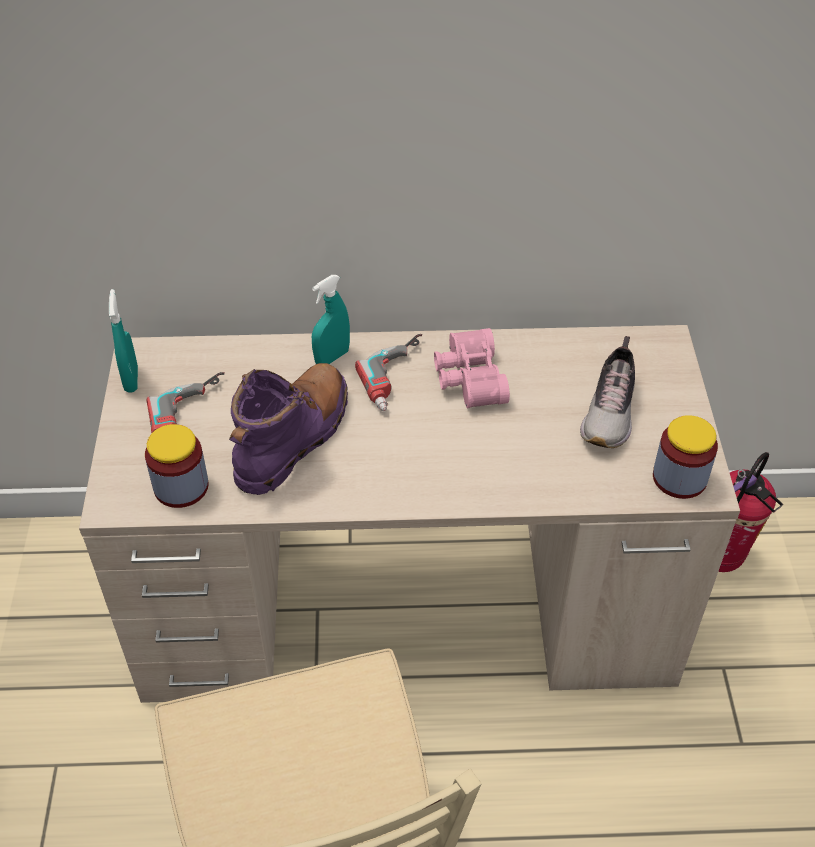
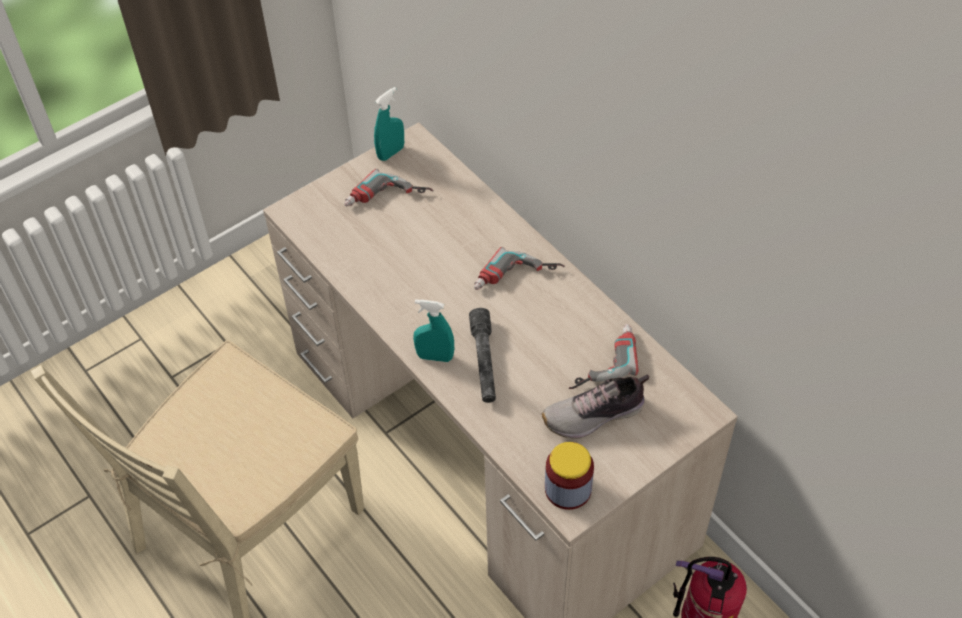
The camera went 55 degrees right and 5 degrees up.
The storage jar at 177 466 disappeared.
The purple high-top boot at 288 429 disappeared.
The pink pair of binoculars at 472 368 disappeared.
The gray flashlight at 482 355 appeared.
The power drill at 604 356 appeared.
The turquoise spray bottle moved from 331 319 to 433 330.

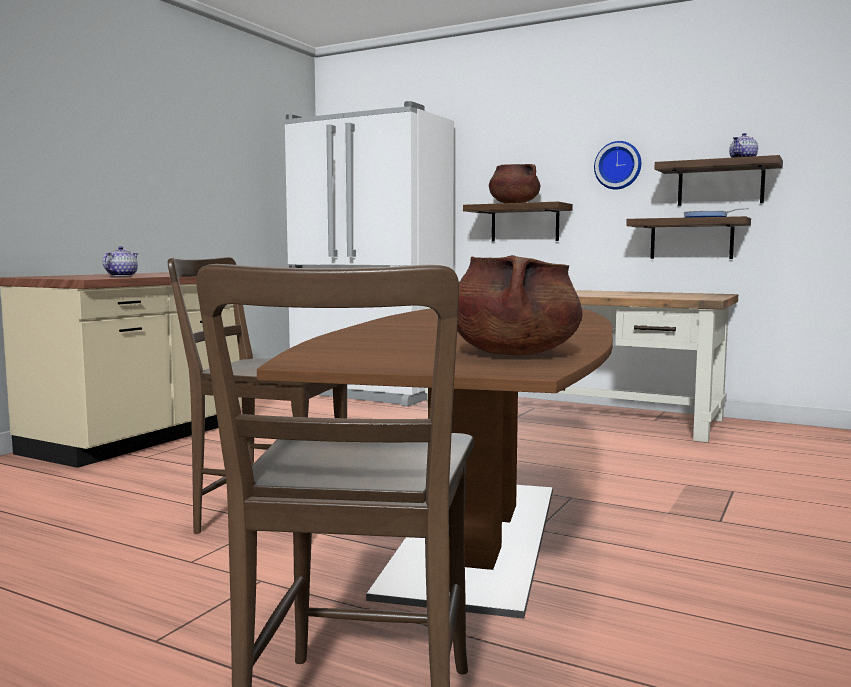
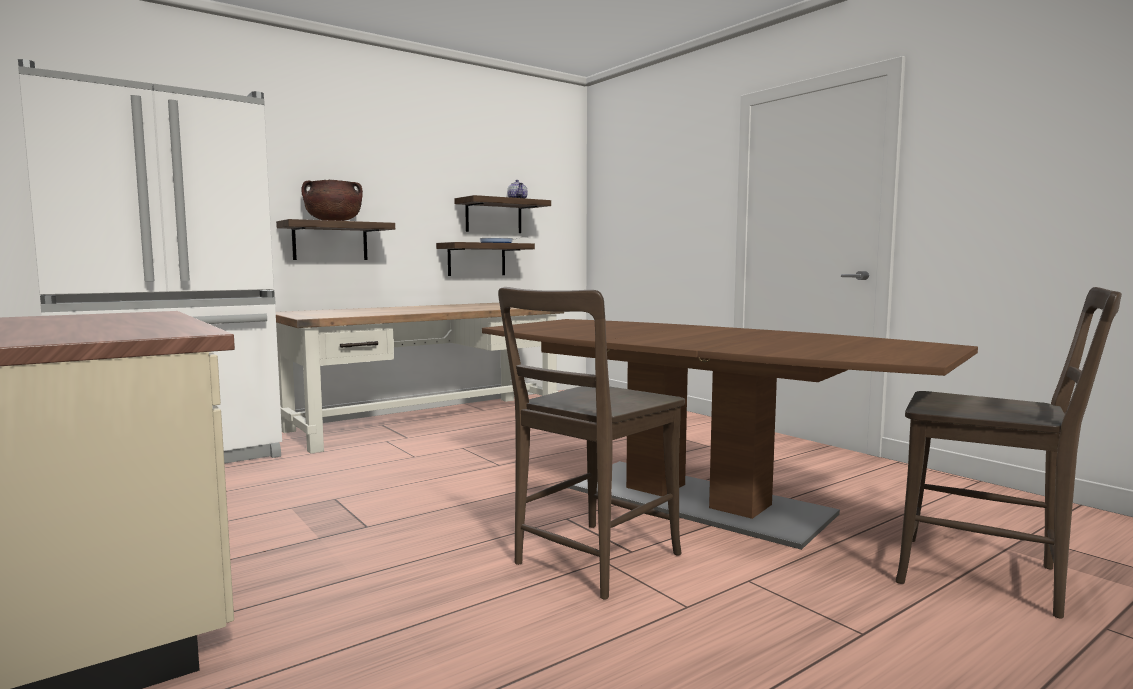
The camera went 65 degrees left and 0 degrees up.
The teapot at 120 261 disappeared.
The brownish cooking pot at 519 305 disappeared.
The wall clock at 617 165 disappeared.

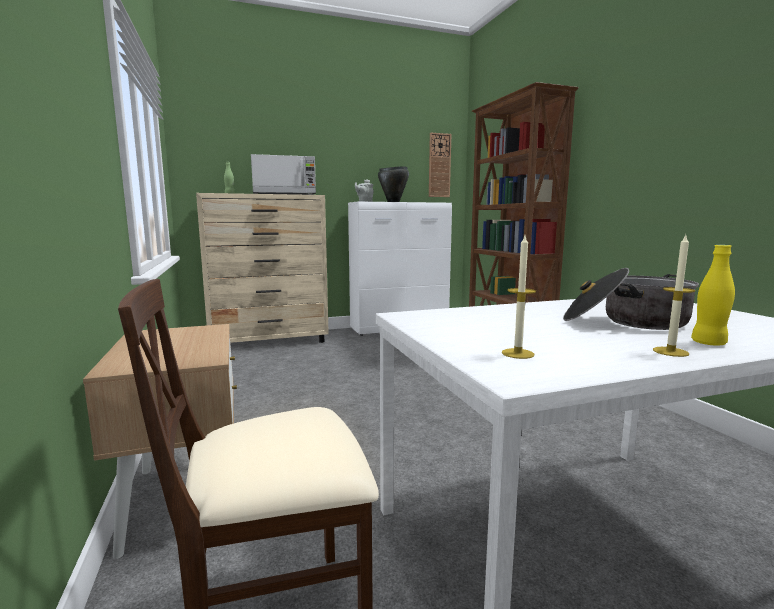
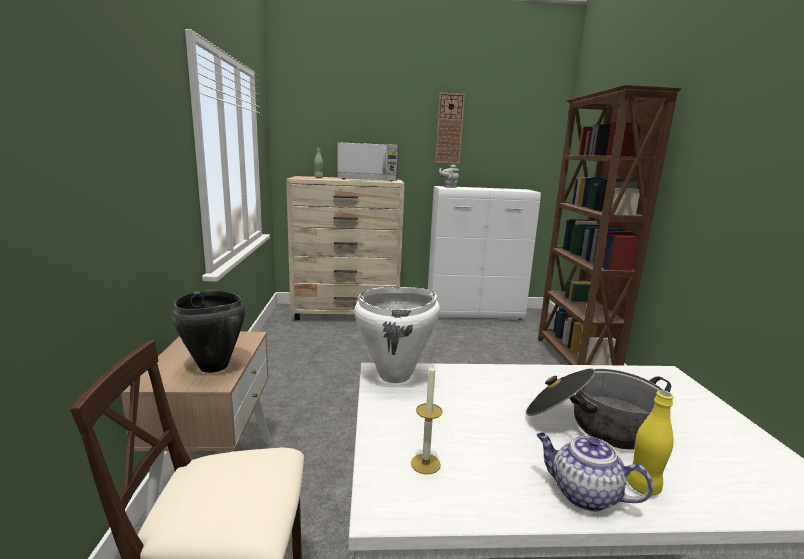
The camera went 15 degrees right and 5 degrees up.
The white-coloured cooking pot at 397 335 appeared.
The black cooking pot moved from 393 184 to 208 331.
The wall clock moved from 440 165 to 450 128.
The candle at 674 296 was replaced by the teapot at 595 472.

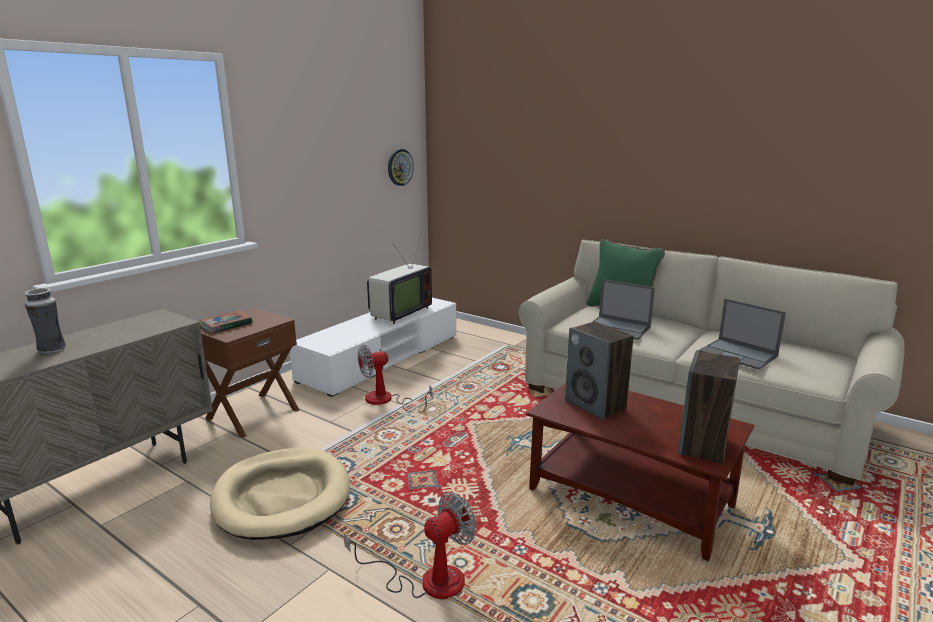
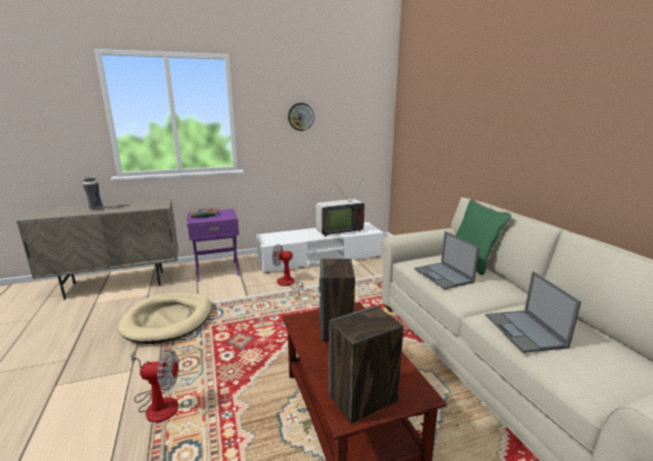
The camera went 35 degrees right and 0 degrees up.
The wall clock moved from 401 167 to 301 117.
The brownish bedside table at 250 373 became the purple bedside table at 213 245.

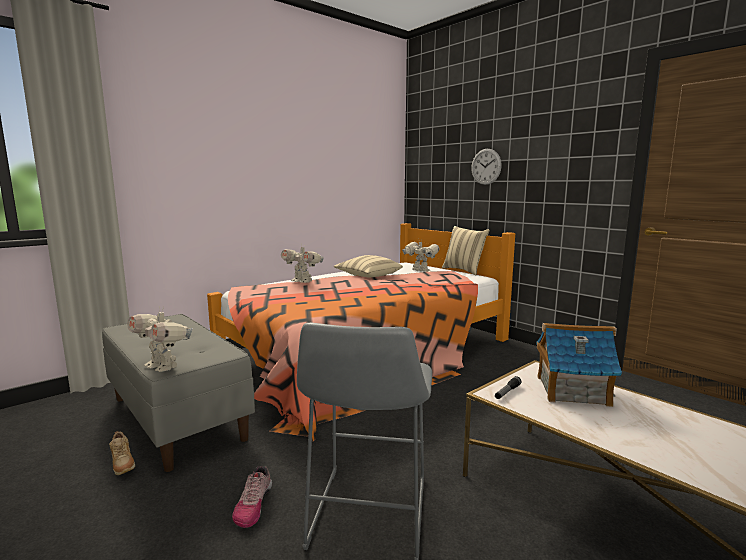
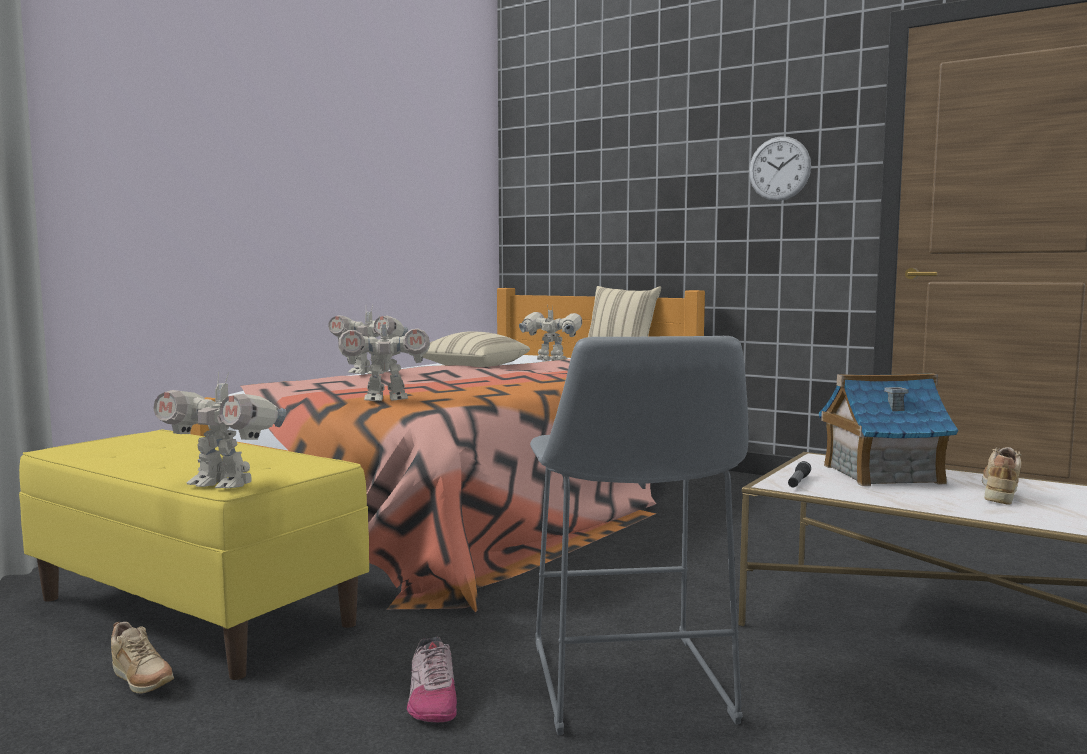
The camera went 15 degrees left and 5 degrees down.
The model robot at 384 358 appeared.
The beige item of footwear at 1002 475 appeared.
The wall clock moved from 486 167 to 780 168.
The gray indoor bench at 178 393 became the yellow-coloured indoor bench at 194 554.

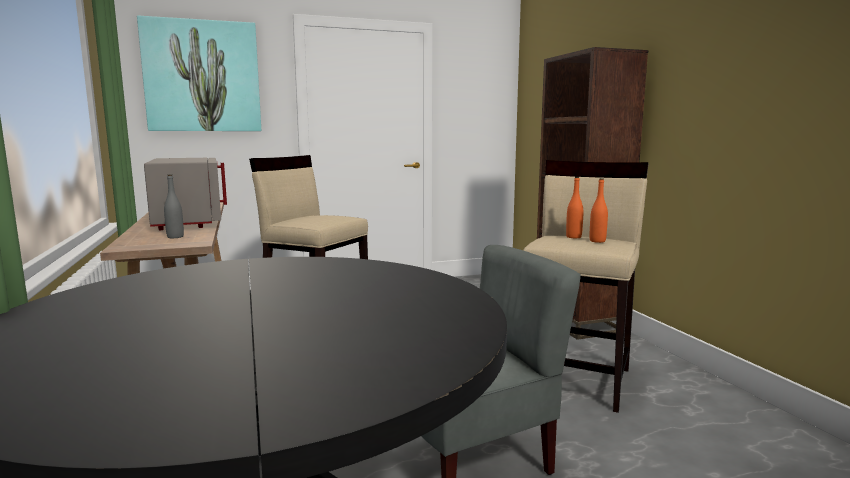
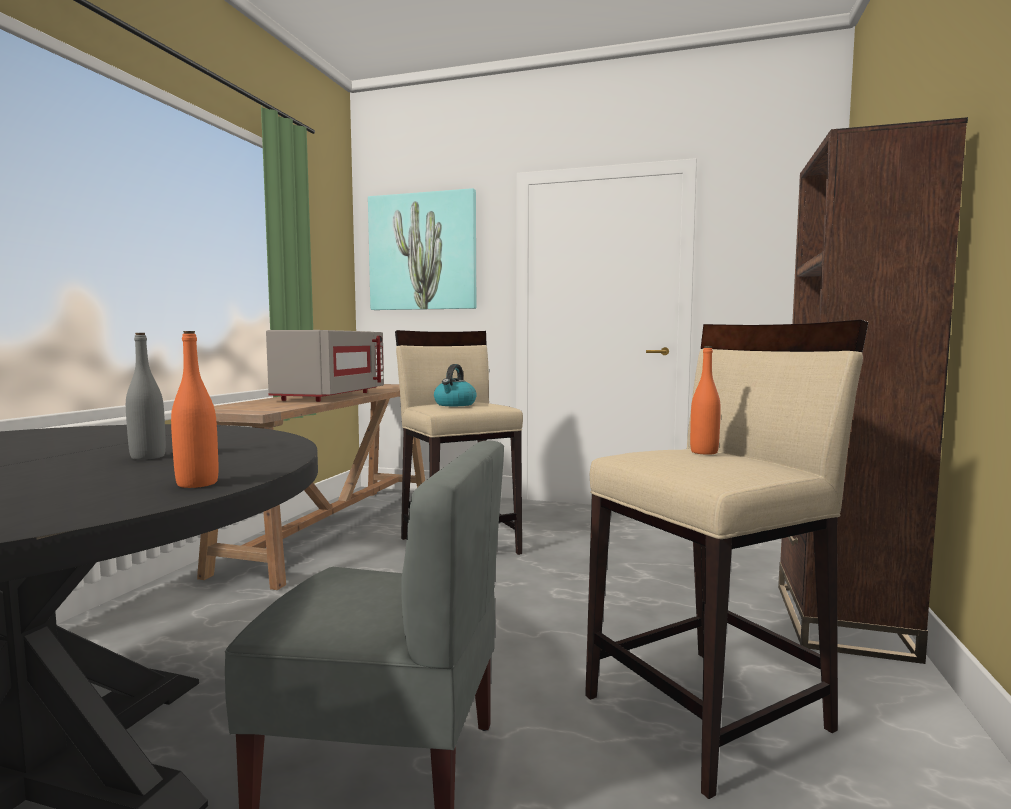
The camera went 35 degrees right and 5 degrees down.
The kettle at 455 385 appeared.
The gray beverage bottle moved from 174 206 to 146 396.
The orange-coloured beverage bottle moved from 599 210 to 194 409.

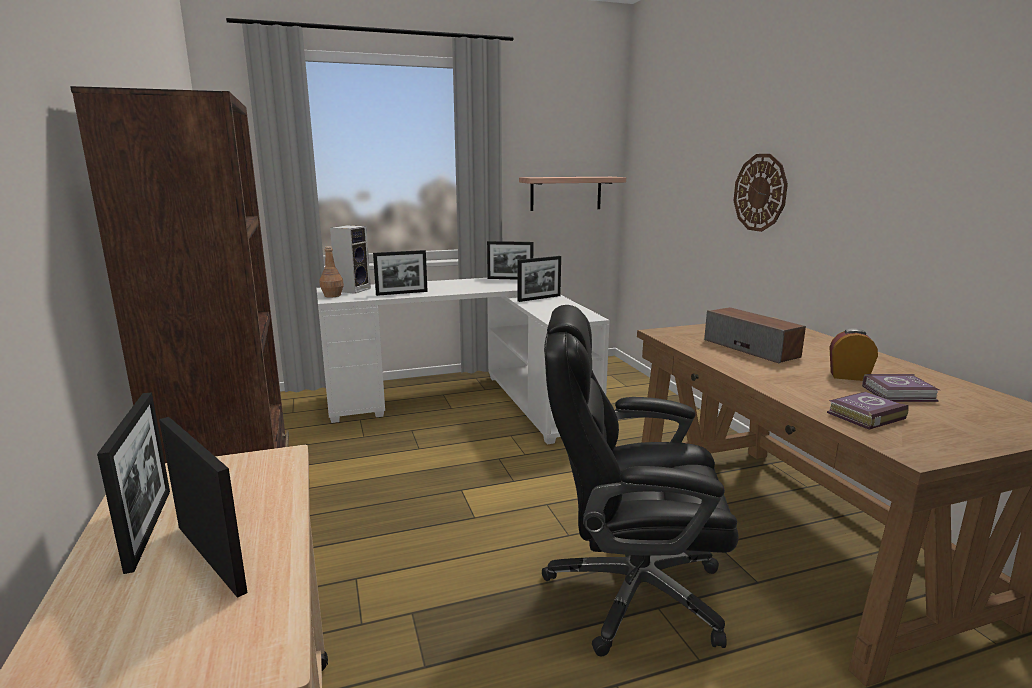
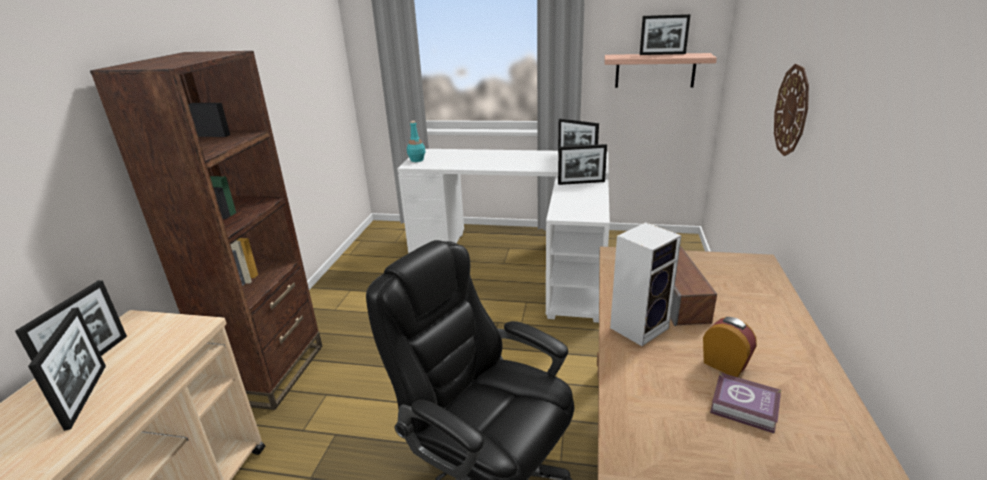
The camera went 30 degrees right and 10 degrees up.
The book at 868 411 disappeared.
The audio speaker moved from 350 259 to 645 284.
The picture frame moved from 400 273 to 665 34.
The brownish beverage bottle at 332 272 became the turquoise beverage bottle at 416 141.

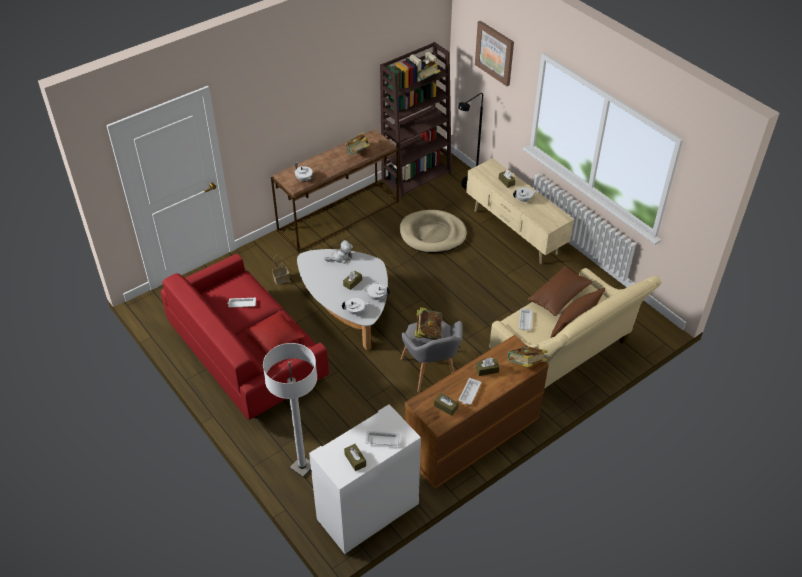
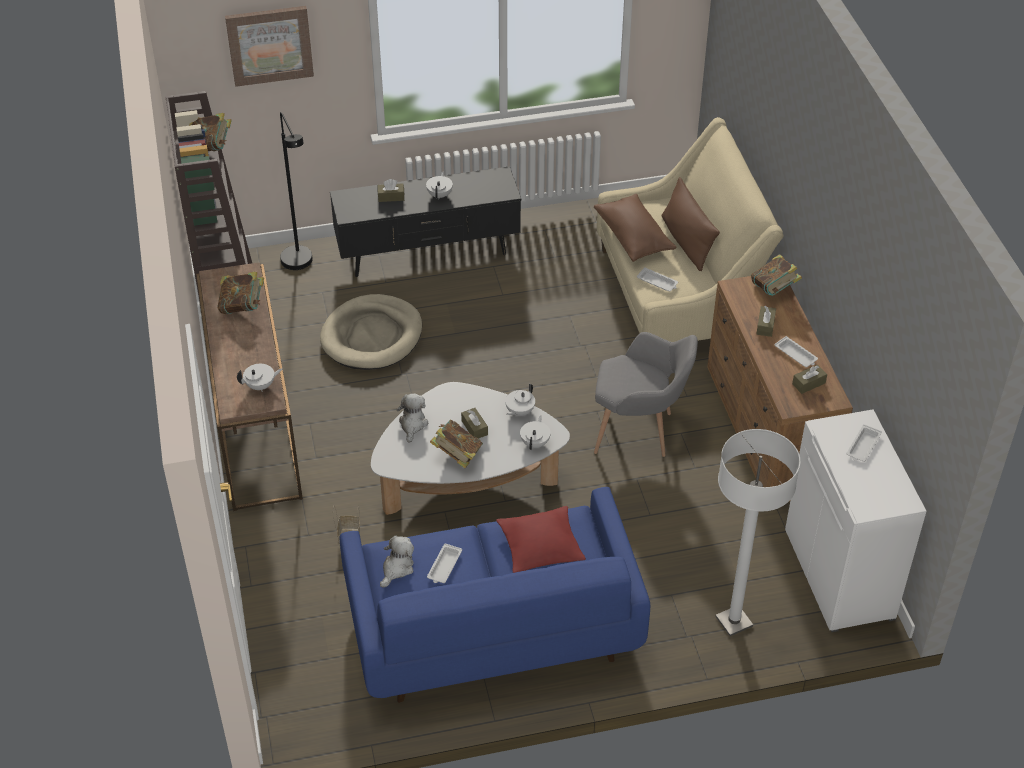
The camera went 65 degrees left and 0 degrees up.
The brownish tissue box at 355 457 disappeared.
The soft toy at 397 561 appeared.
The book moved from 429 323 to 456 443.
The red-coloured sofa at 245 337 became the blue-coloured sofa at 495 595.
The beige tv unit at 520 211 became the black tv unit at 425 221.

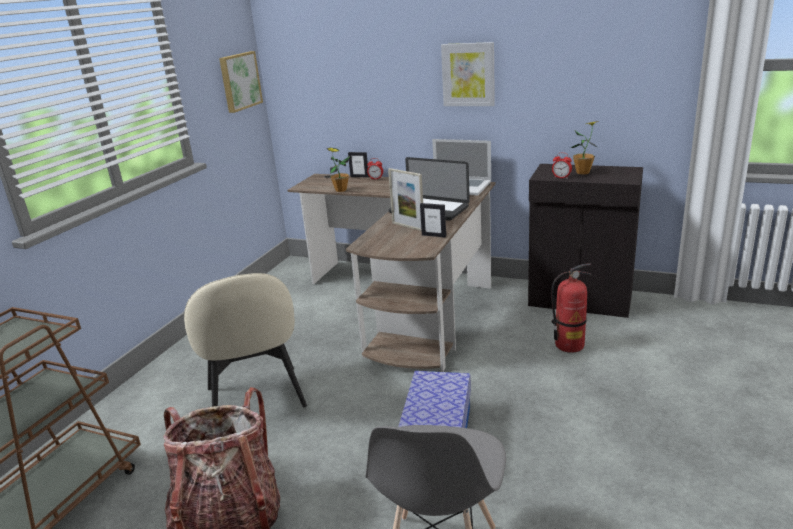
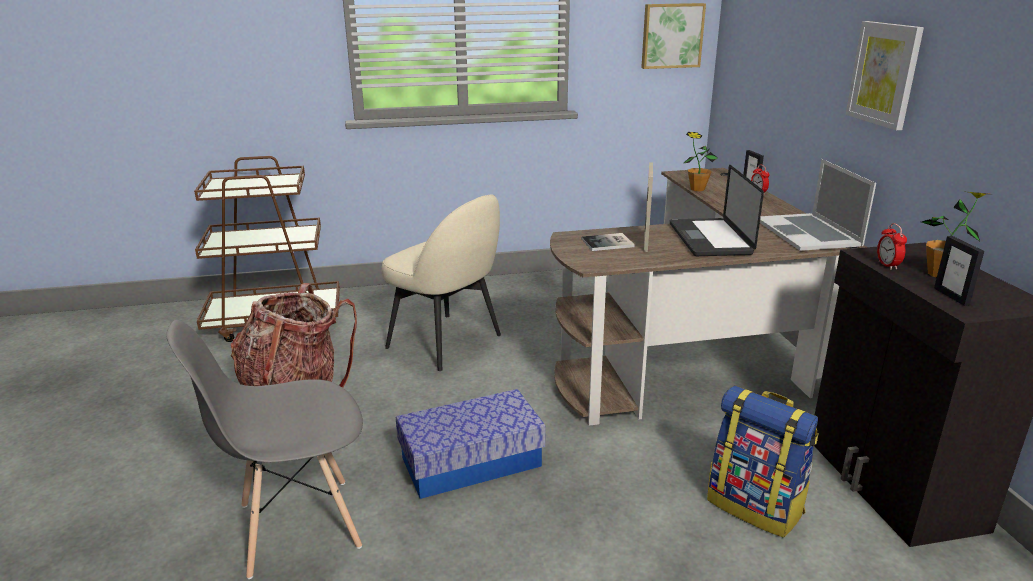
The camera went 55 degrees right and 0 degrees up.
The book at 608 242 appeared.
The picture frame moved from 433 220 to 959 271.
The fire-fighting cylinder at 572 308 was replaced by the backpack at 763 462.
The beige chair at 245 340 turned 90 degrees counterclockwise.

